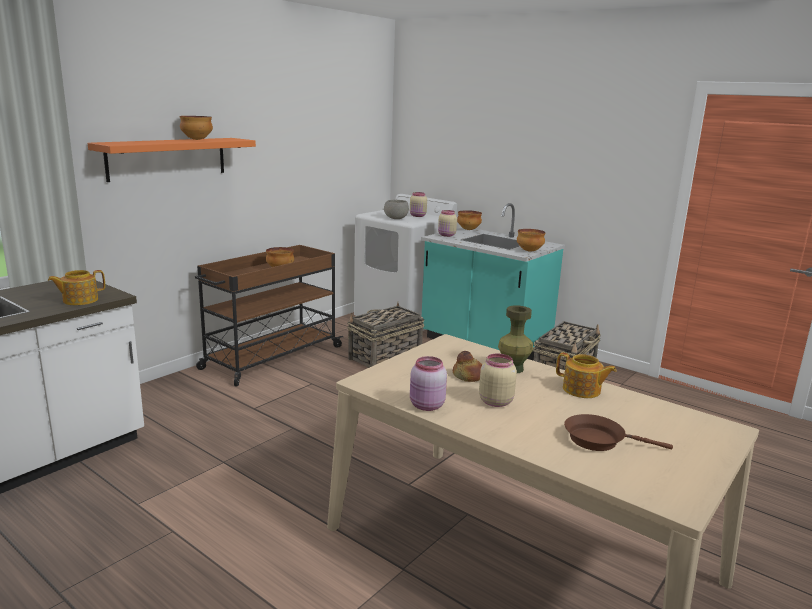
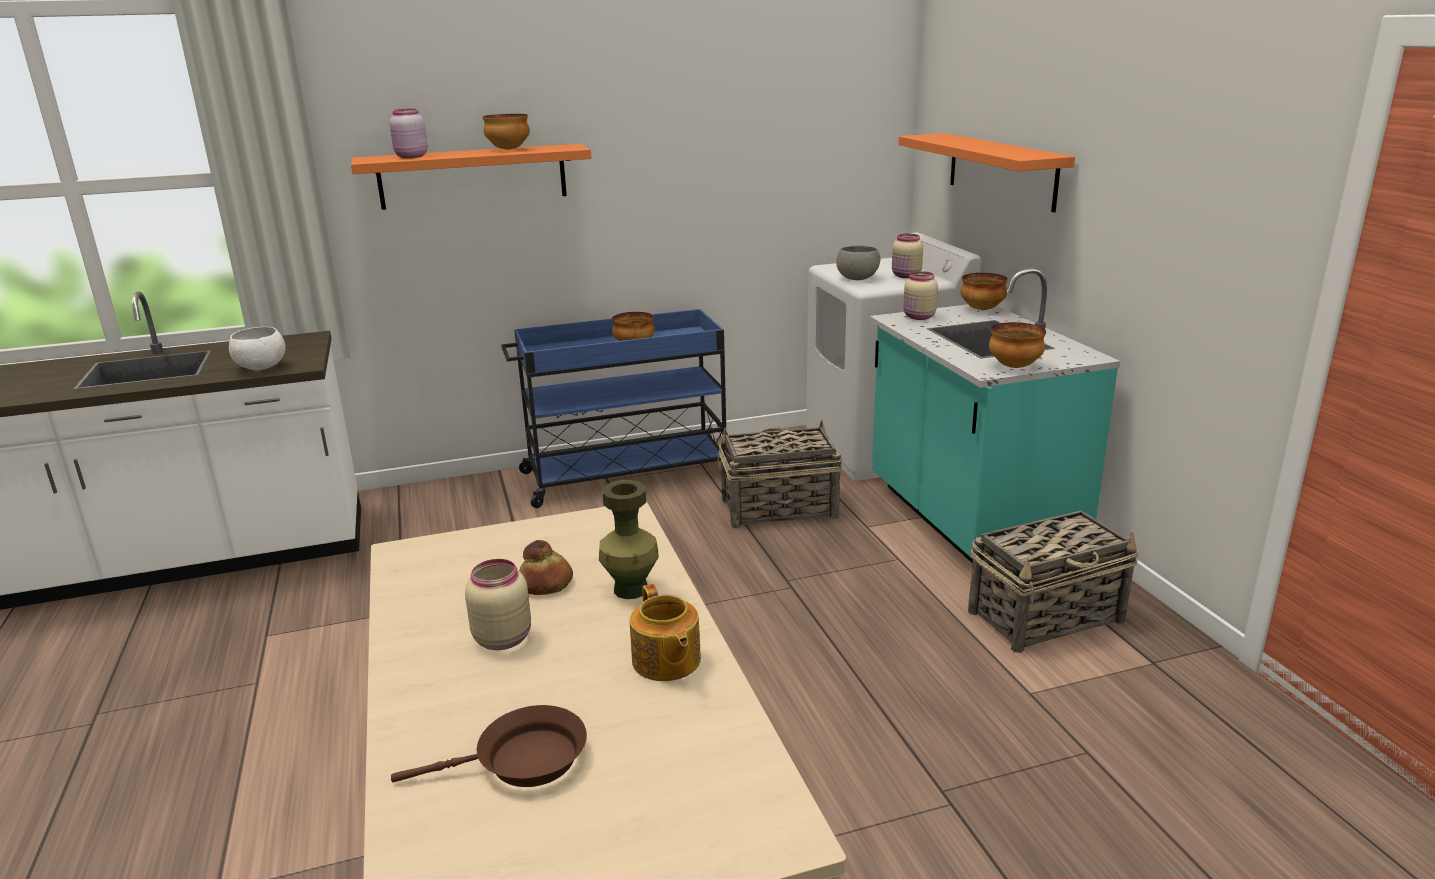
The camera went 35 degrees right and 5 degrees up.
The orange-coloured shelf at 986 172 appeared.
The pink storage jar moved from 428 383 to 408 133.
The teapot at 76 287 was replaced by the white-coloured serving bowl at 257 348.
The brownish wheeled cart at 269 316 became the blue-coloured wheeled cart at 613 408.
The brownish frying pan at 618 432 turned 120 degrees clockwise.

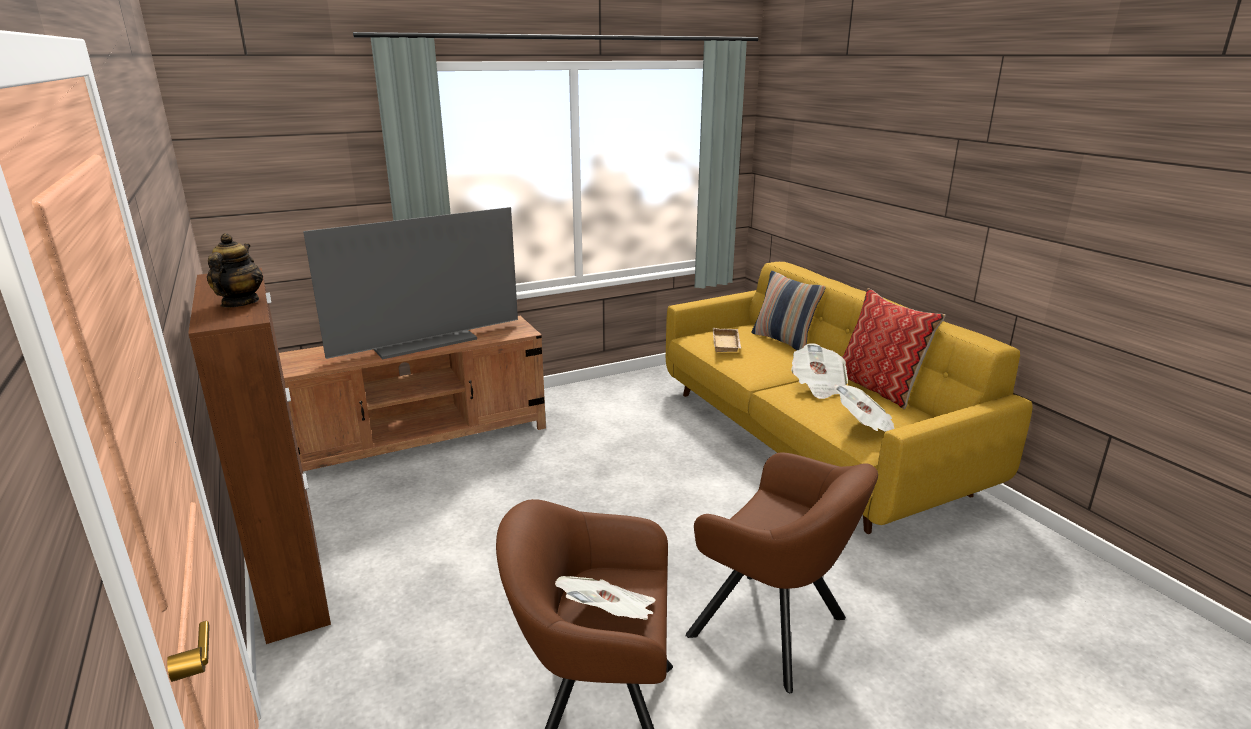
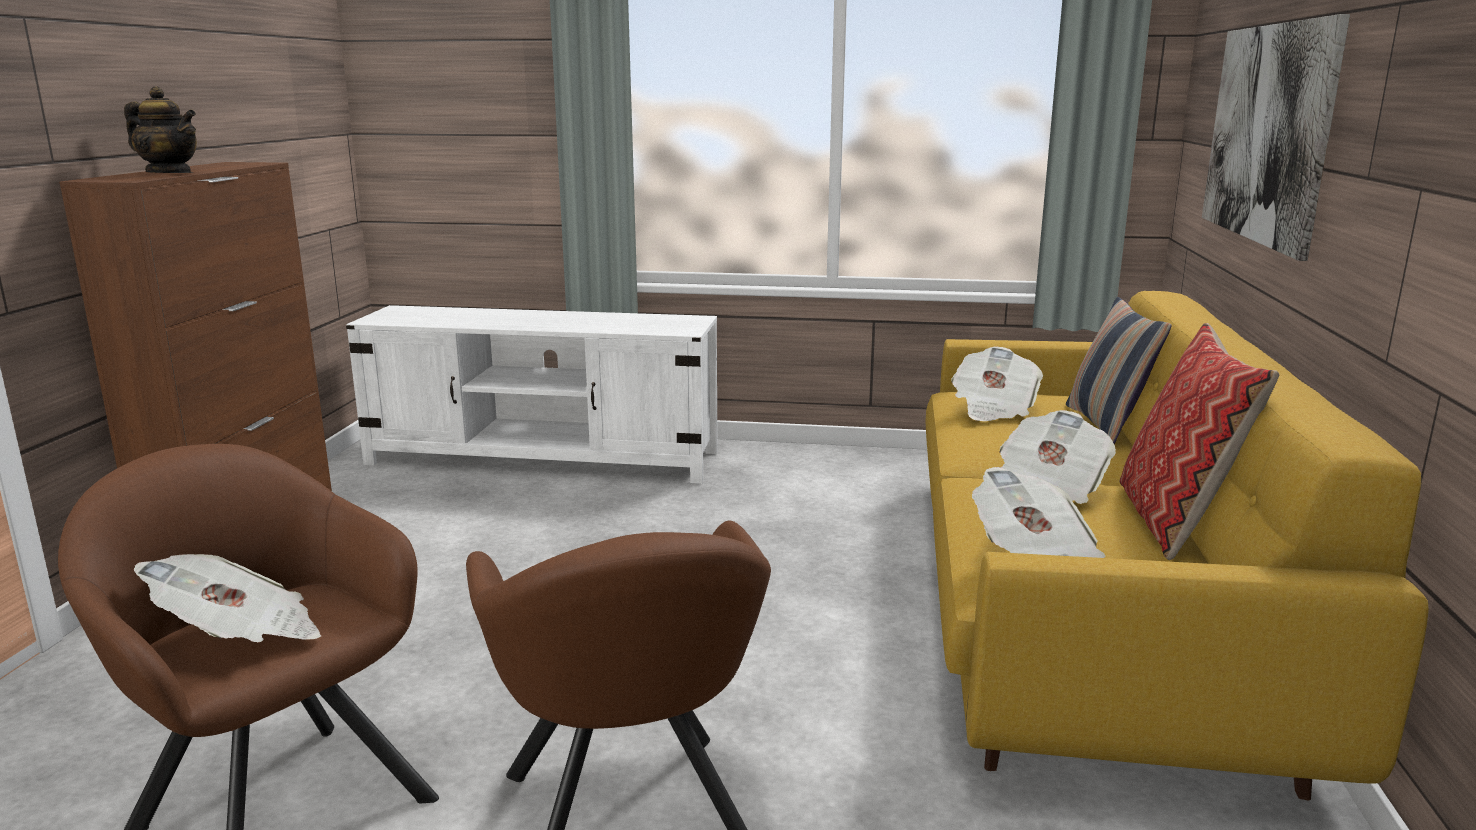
The camera went 35 degrees right and 5 degrees down.
The TV set at 410 283 disappeared.
The wall picture at 1276 137 appeared.
The beige tray at 727 340 was replaced by the daily paper at 997 384.
The brownish tv unit at 412 393 became the white-coloured tv unit at 532 394.
The teapot at 235 270 turned 75 degrees clockwise.

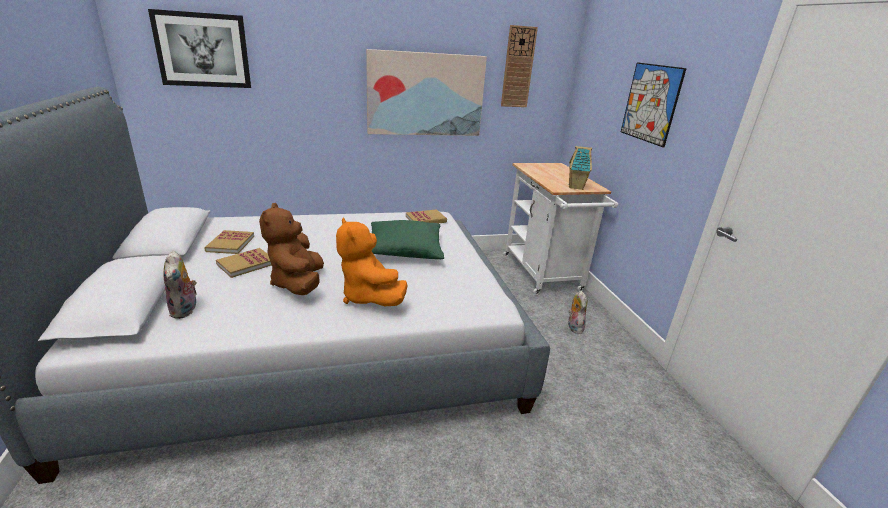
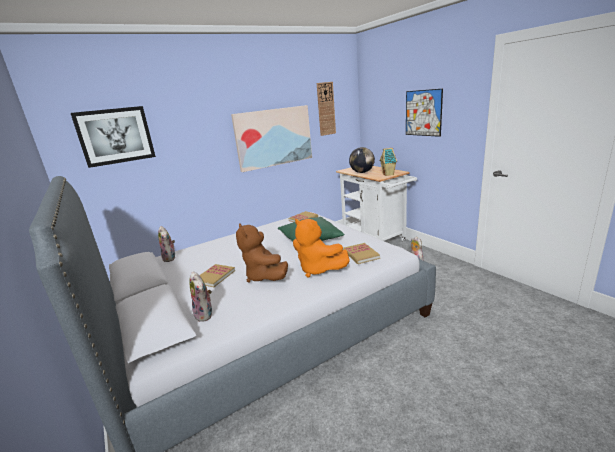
The camera went 15 degrees left and 5 degrees down.
The soft toy at 166 244 appeared.
The world globe at 362 160 appeared.
The book moved from 229 242 to 361 253.

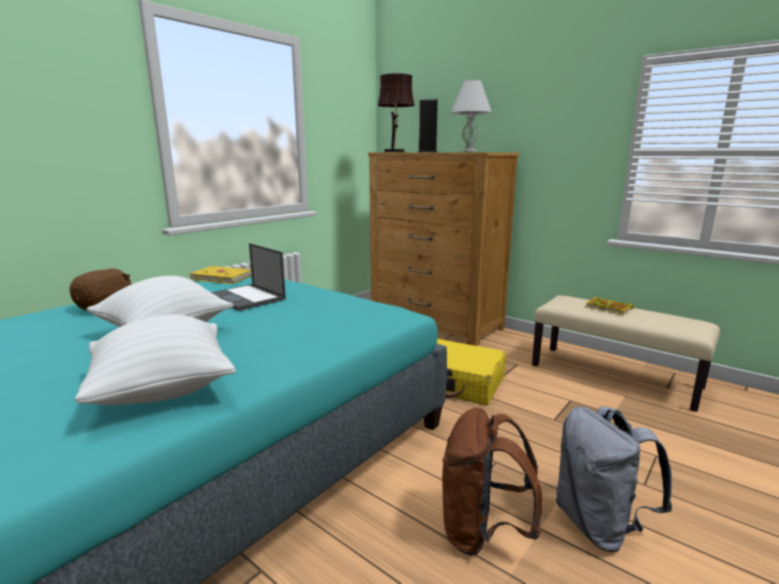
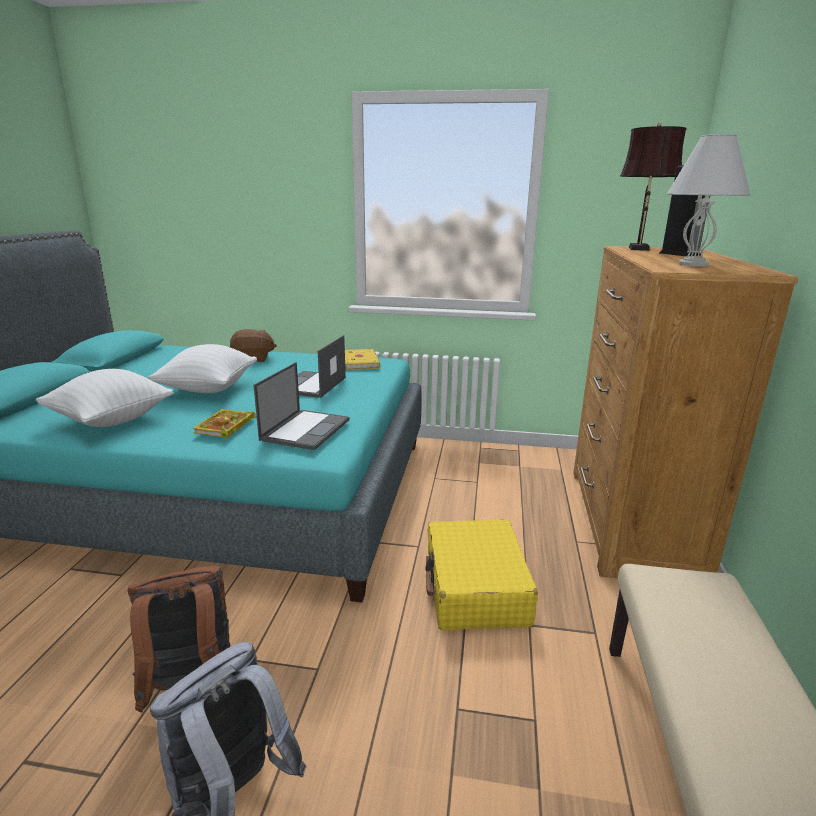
The camera went 60 degrees right and 5 degrees up.
The notebook computer at 301 406 appeared.
The book moved from 609 305 to 224 423.

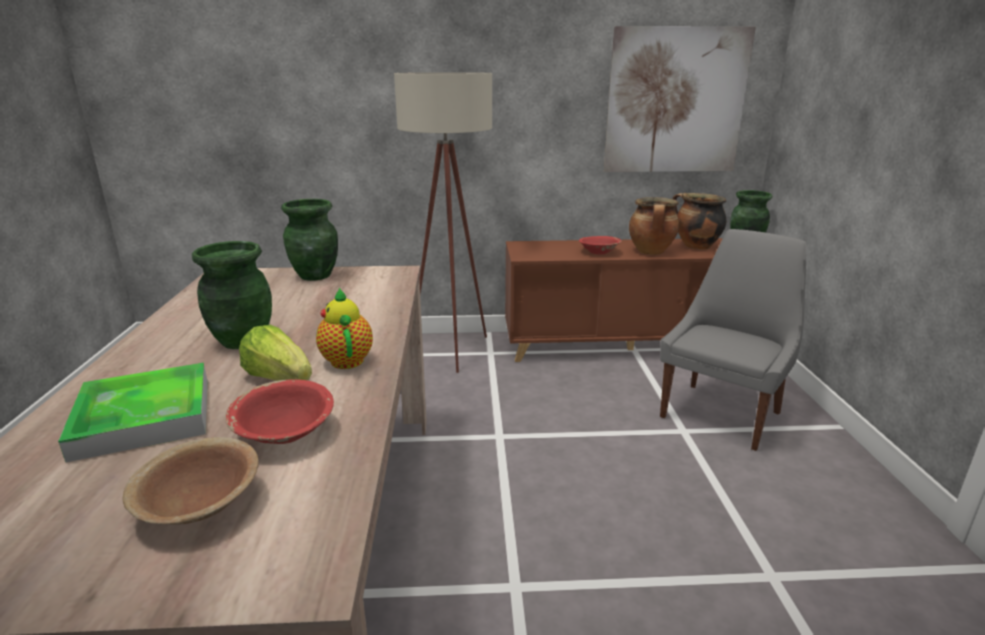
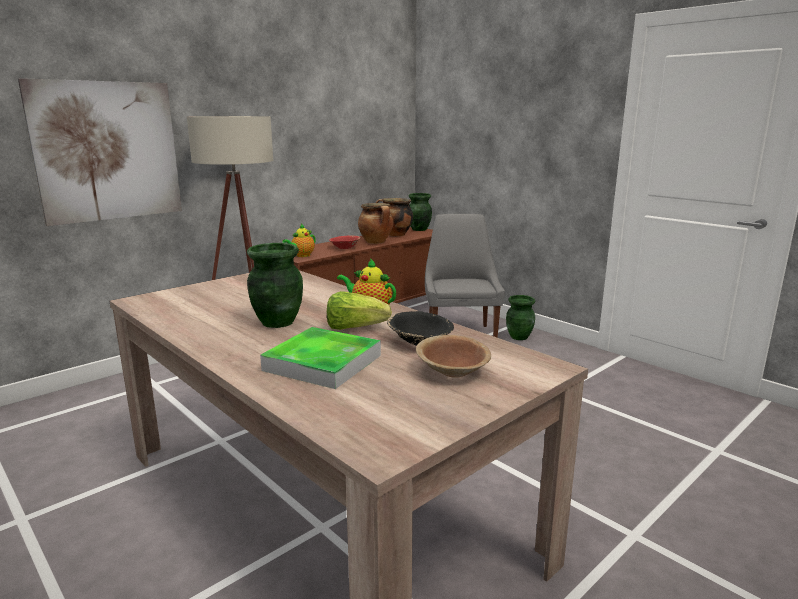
The camera went 40 degrees left and 5 degrees down.
The teapot at 299 240 appeared.
The green vase moved from 309 240 to 520 317.
The wall picture moved from 680 99 to 100 152.
The red-coloured serving bowl at 280 411 became the black serving bowl at 420 328.

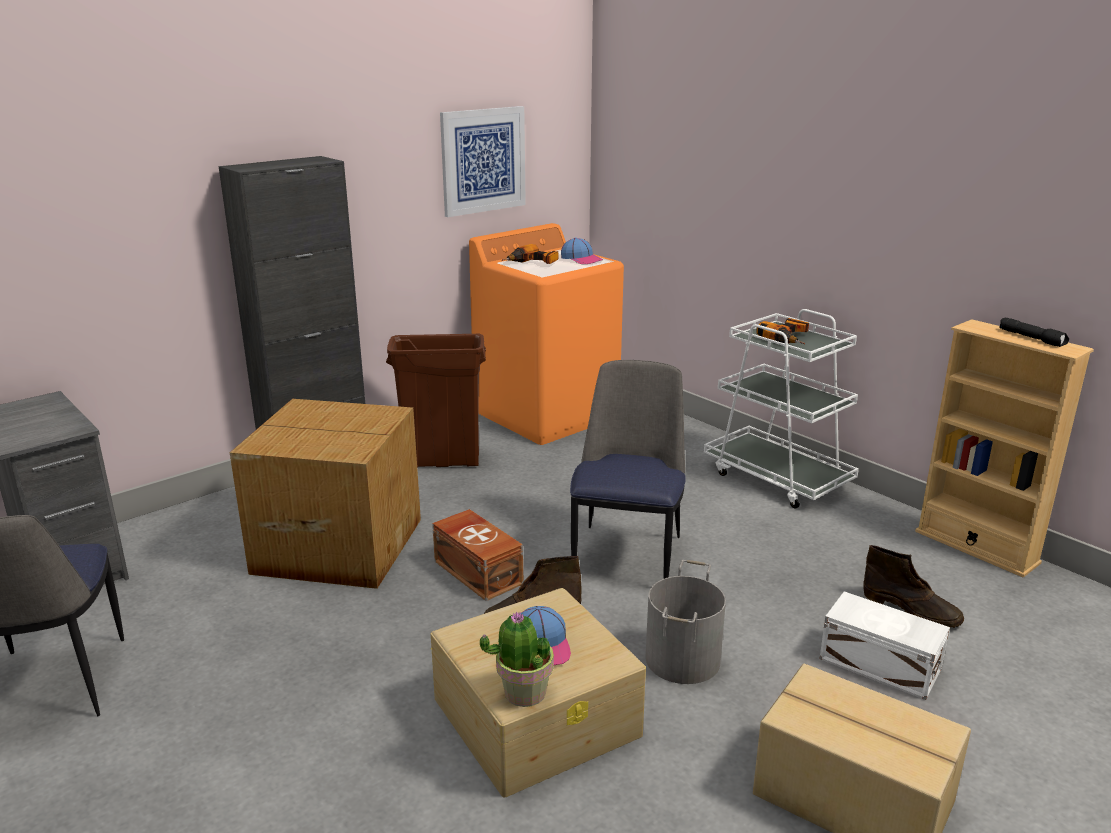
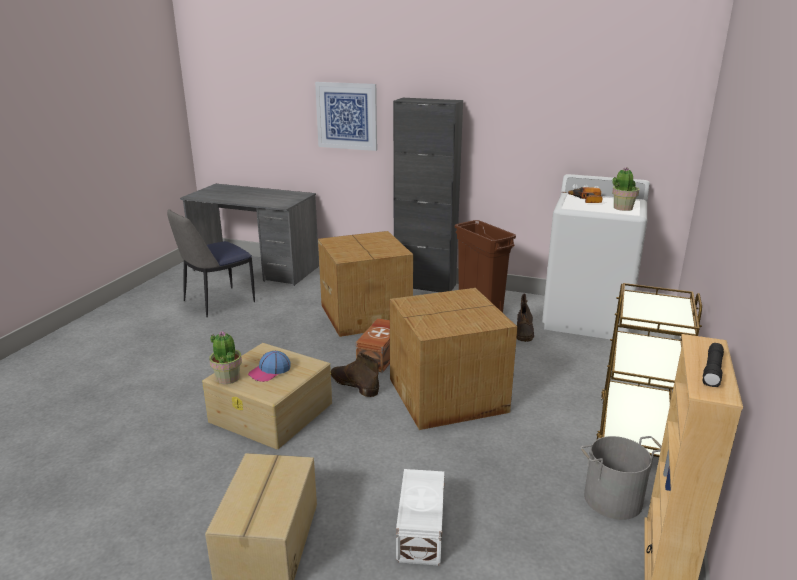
The camera went 60 degrees right and 0 degrees up.
The power drill at 782 331 disappeared.
The wall picture moved from 483 161 to 346 116.
The gray water bucket moved from 686 622 to 620 478.
The brownish high-top boot moved from 914 586 to 525 317.
The peaked cap at 582 250 was replaced by the houseplant at 625 189.
The chair at 628 469 was replaced by the packing box at 453 359.
The orange-coloured laundry appliance at 546 334 became the white-coloured laundry appliance at 596 256.
The white-coloured wheeled cart at 781 409 became the brownish wheeled cart at 649 370.

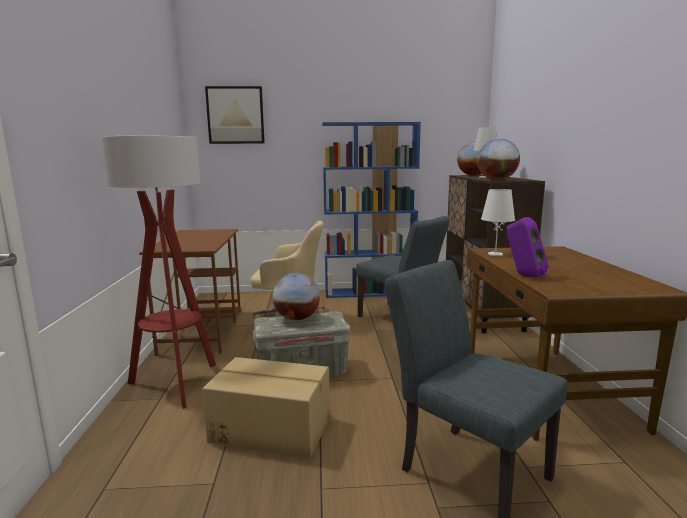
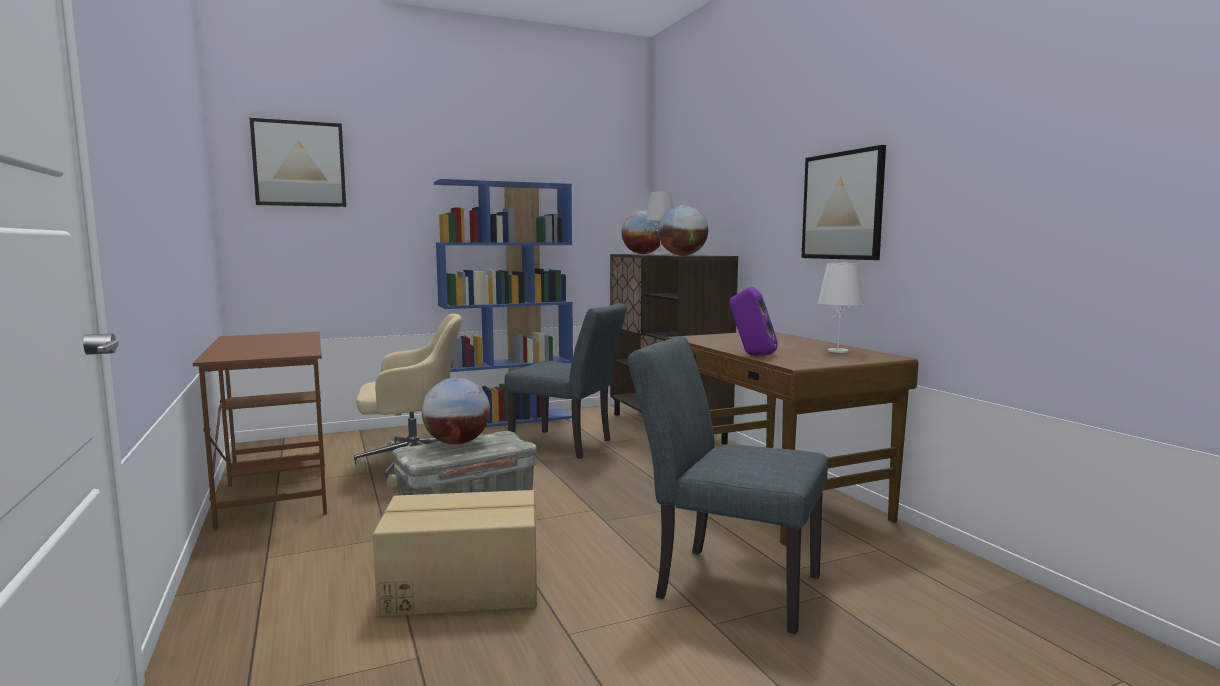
The camera went 20 degrees left and 5 degrees down.
The floor lamp at 159 272 disappeared.
The wall picture at 843 202 appeared.
The white-coloured table lamp moved from 498 222 to 841 308.

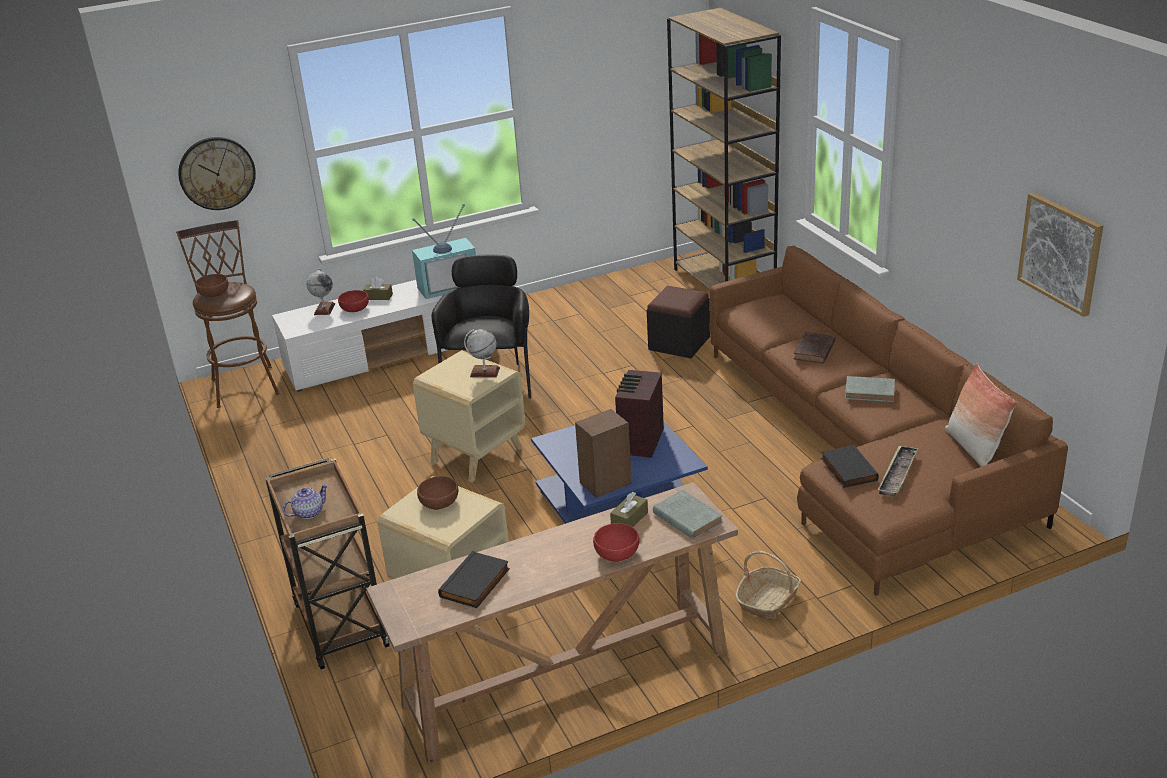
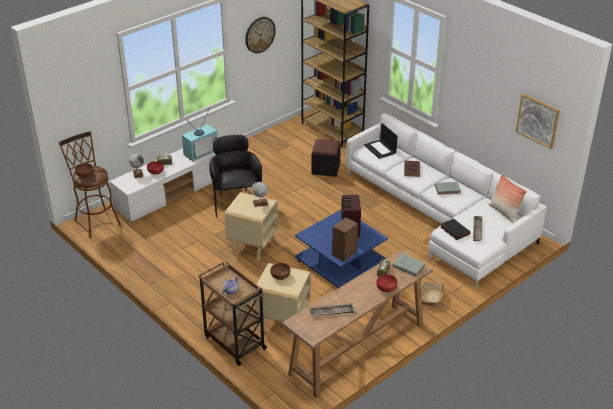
The camera went 20 degrees left and 5 degrees up.
The notebook computer at 381 141 appeared.
The wall clock moved from 217 173 to 260 35.
The black book at 474 579 was replaced by the tray at 332 309.
The brownish sofa at 889 420 became the white-coloured sofa at 446 200.

